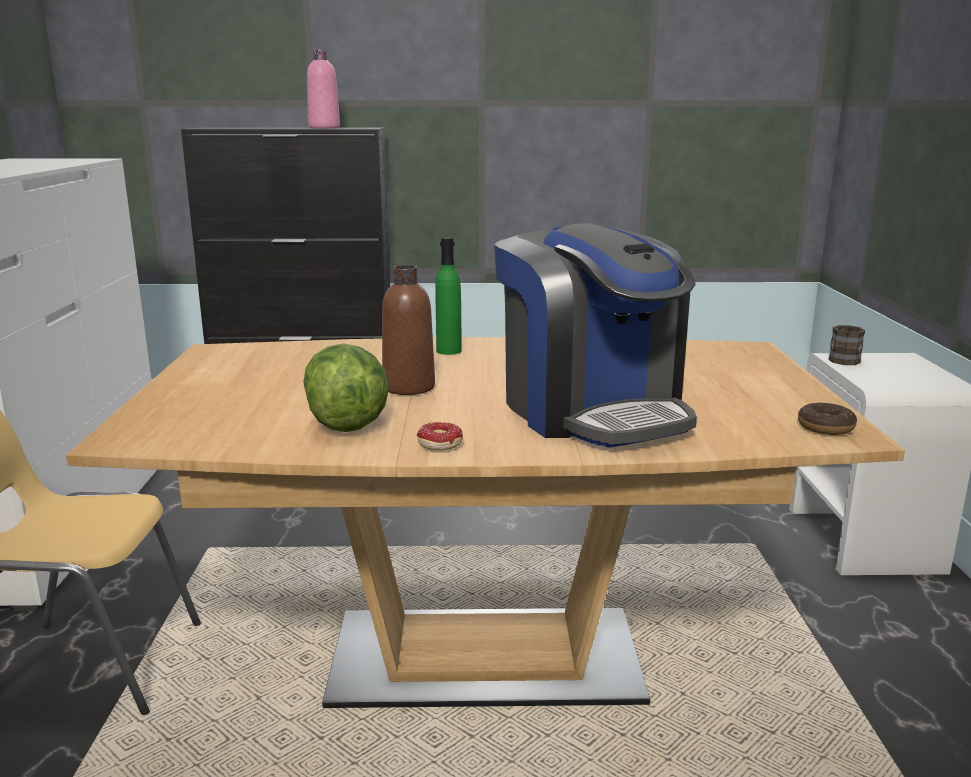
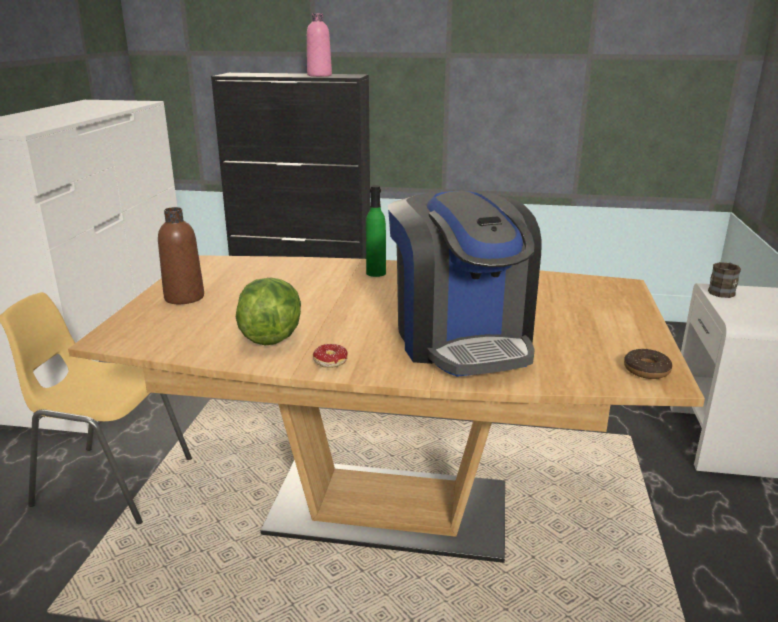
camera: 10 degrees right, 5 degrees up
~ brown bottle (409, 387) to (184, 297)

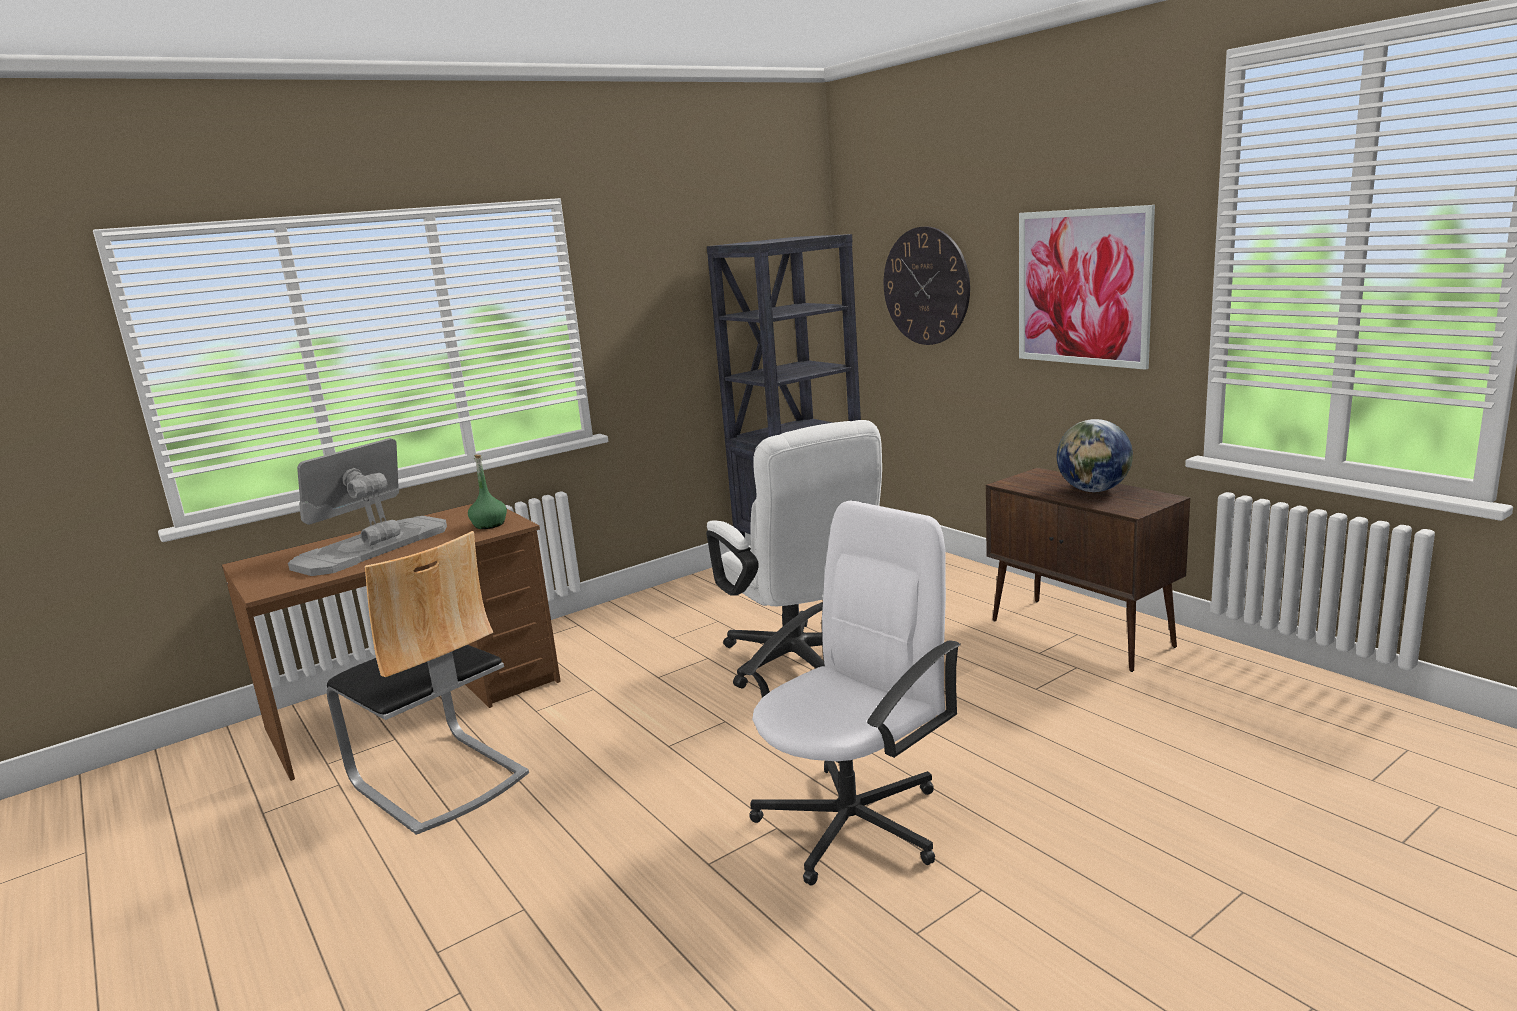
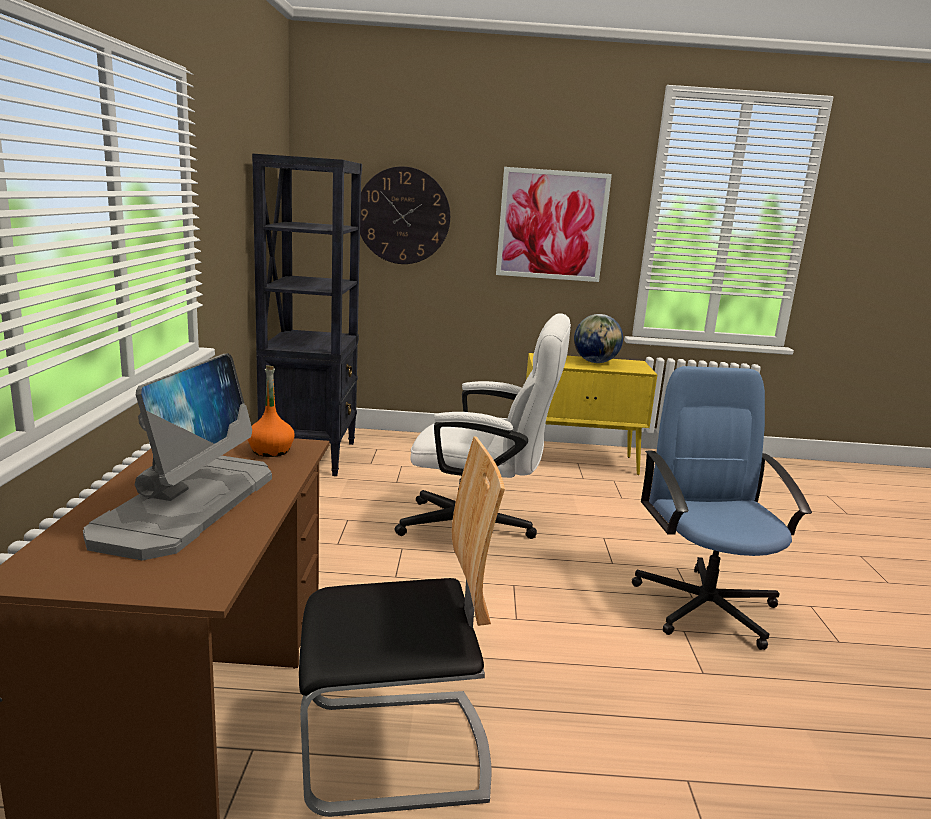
camera: 55 degrees left, 0 degrees up
~ monitor (371, 547) = (188, 504) 150 degrees counterclockwise
~ green bottle (489, 524) to orange bottle (271, 451)
~ brown cabinet (1082, 634) to yellow cabinet (579, 462)
~ white office chair (853, 822) to blue office chair (705, 605)

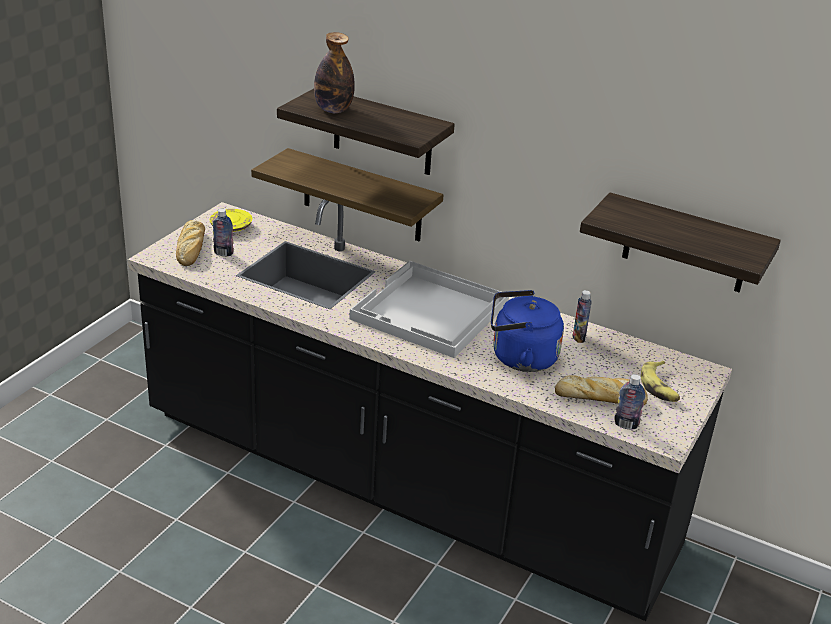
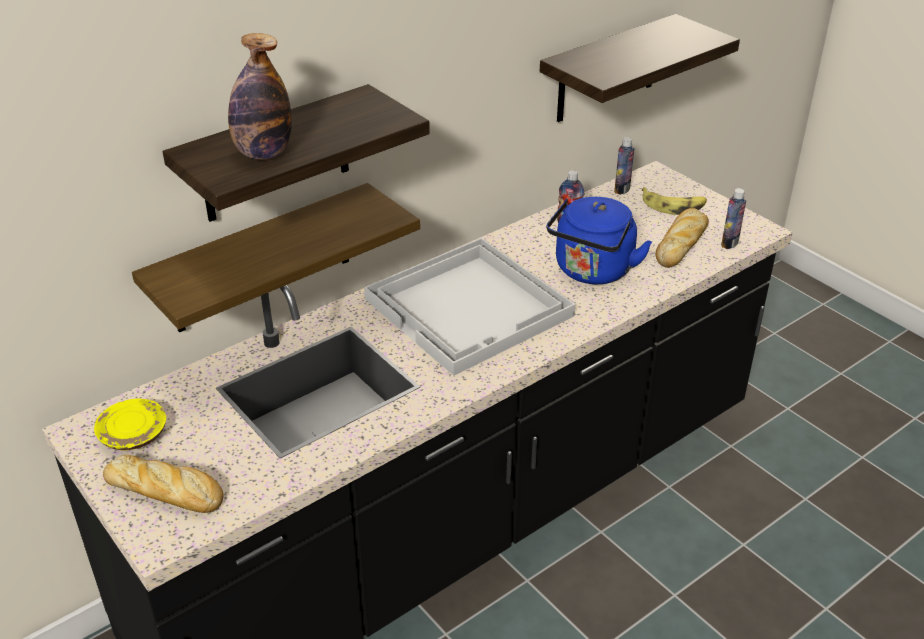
camera: 65 degrees left, 5 degrees up
~ bottle (223, 253) to (622, 189)

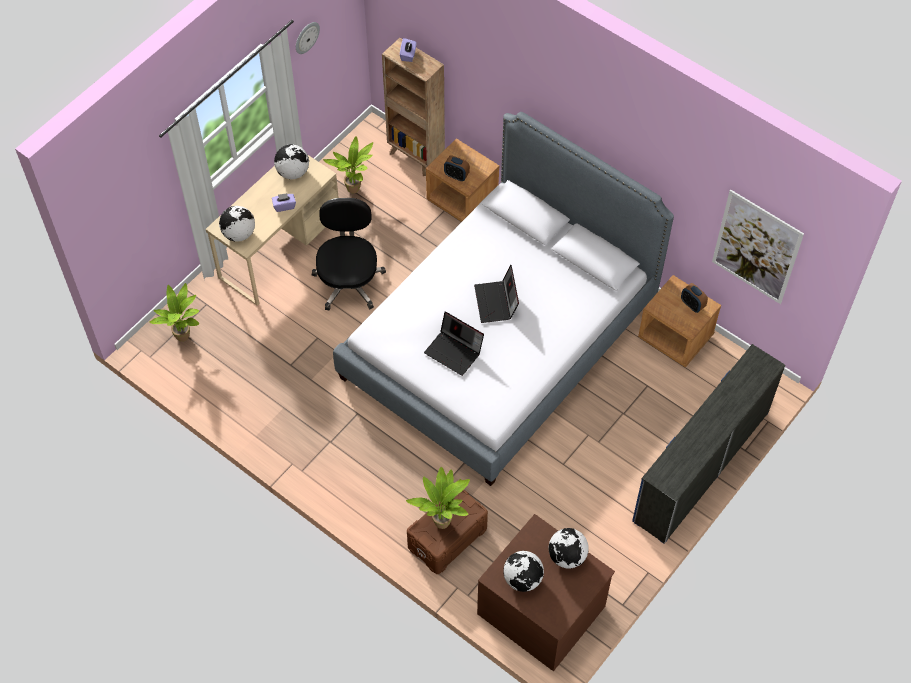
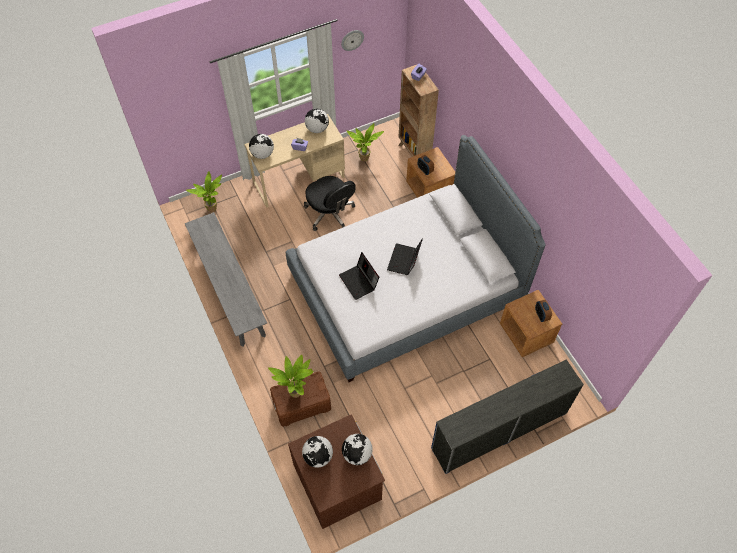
camera: 25 degrees right, 0 degrees up
- picture (756, 247)
~ black office chair (349, 281) = (330, 214) 120 degrees clockwise
+ grey bench (229, 289)

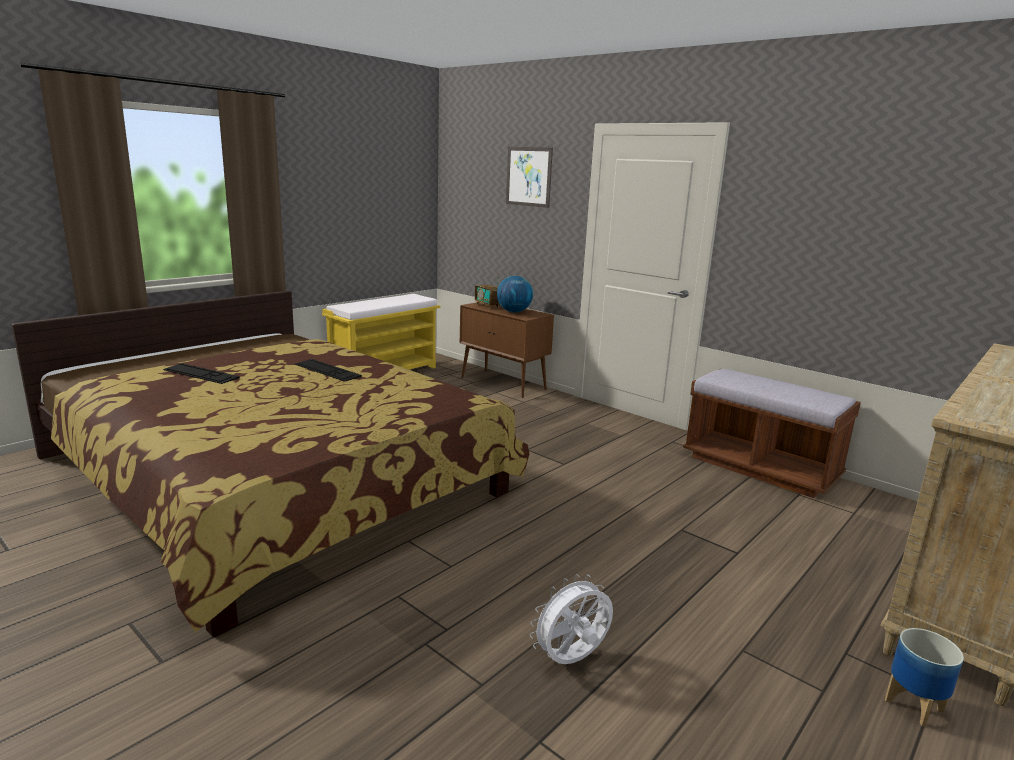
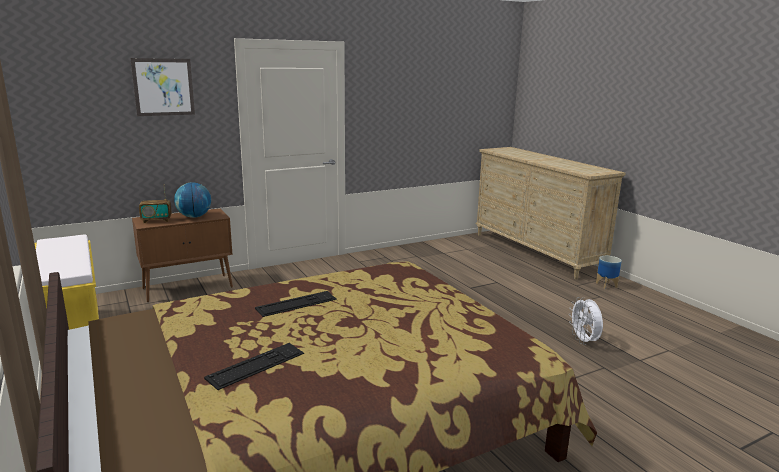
camera: 70 degrees left, 0 degrees up
- brown bench (760, 468)

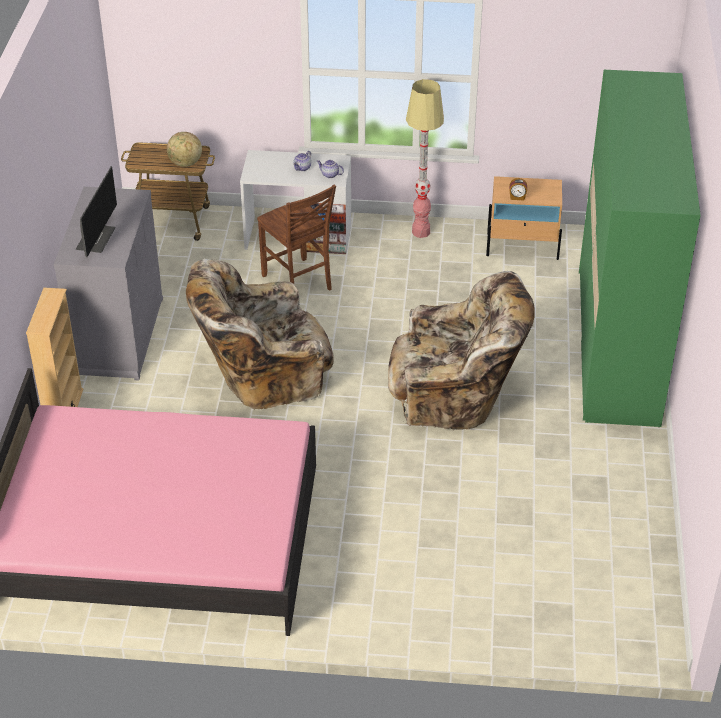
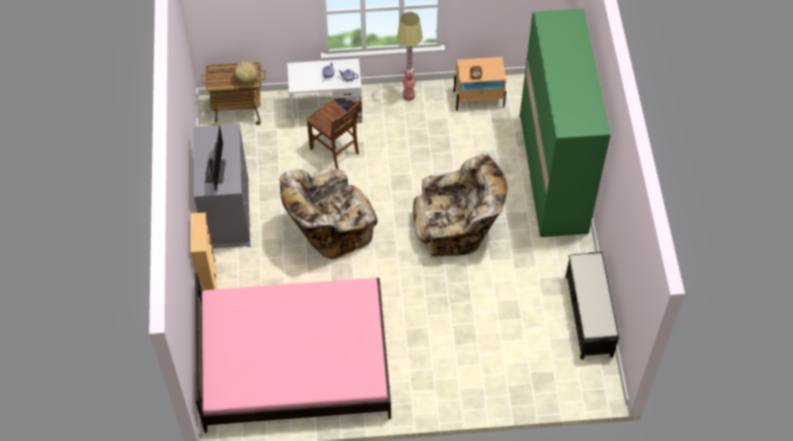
camera: 10 degrees left, 15 degrees up
+ black bench (589, 316)

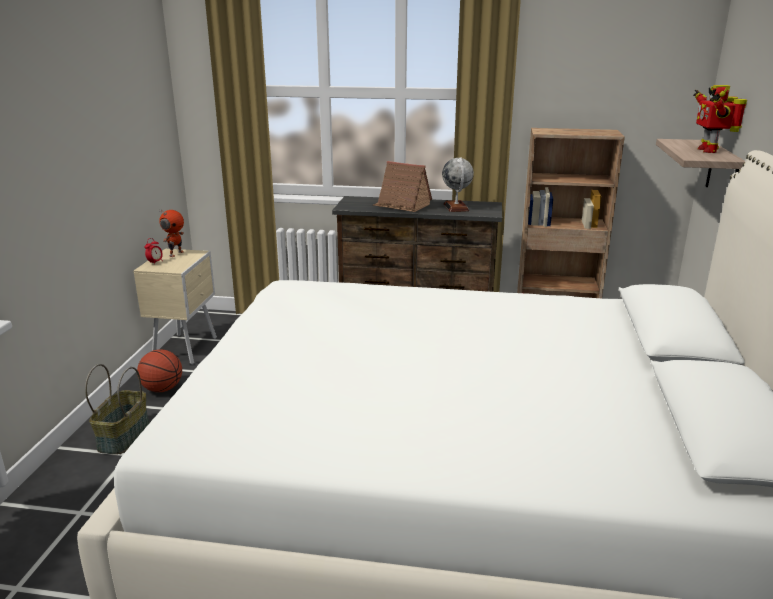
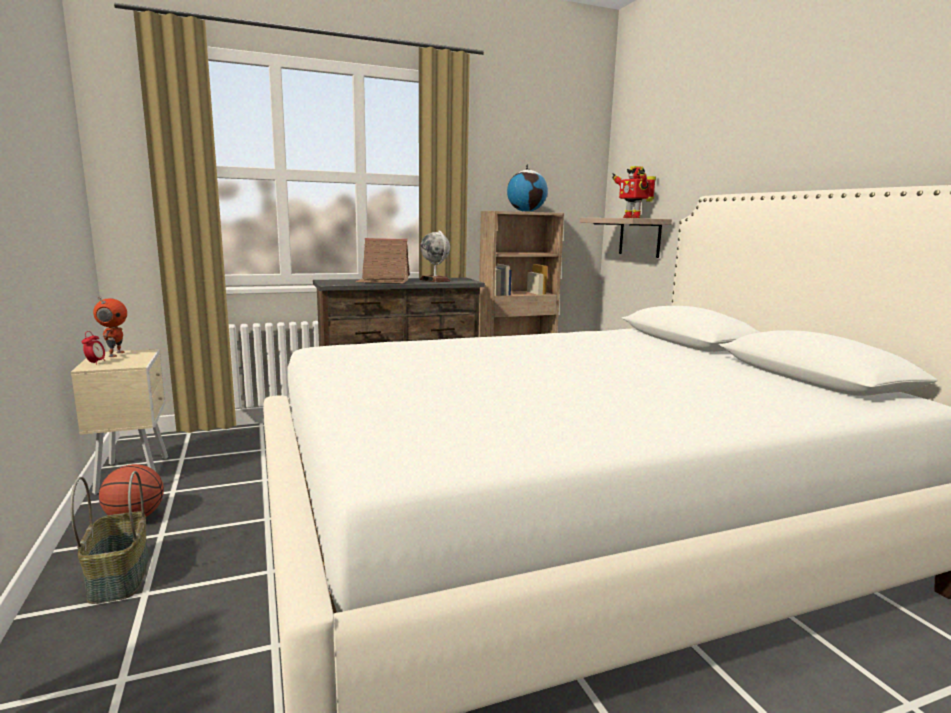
camera: 30 degrees left, 10 degrees down
+ globe (526, 211)

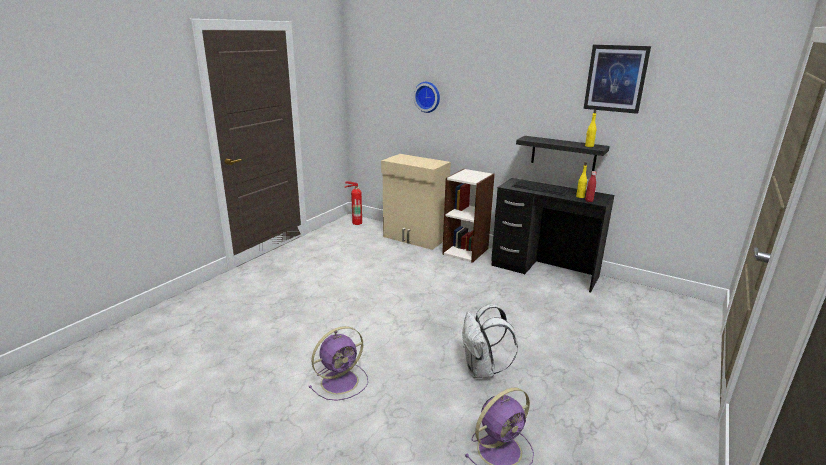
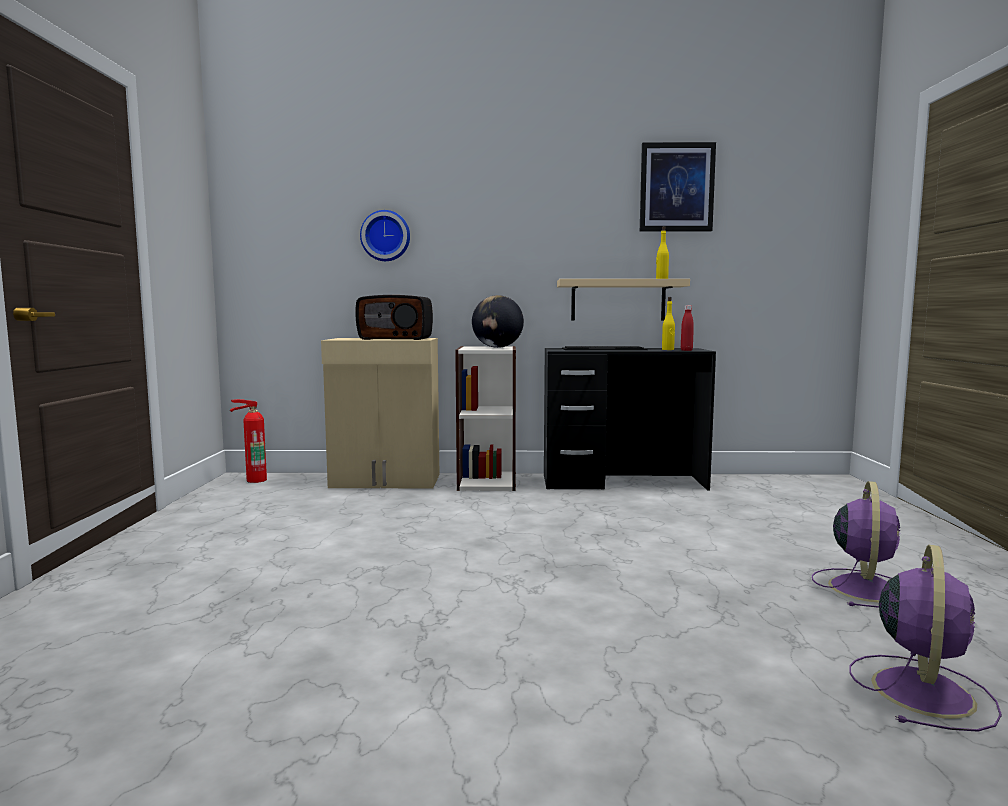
camera: 30 degrees left, 15 degrees down
~ black shelf (563, 153) to beige shelf (618, 300)
- white backpack (482, 370)
~ purple fan (341, 381) to (863, 588)
+ radio (396, 338)
+ globe (497, 347)

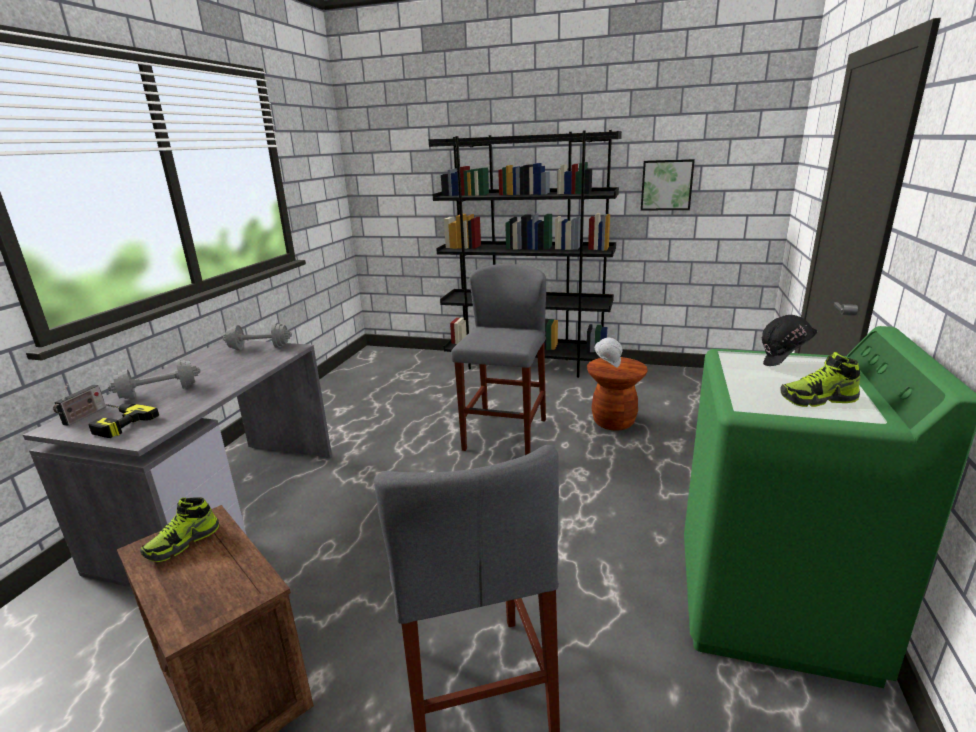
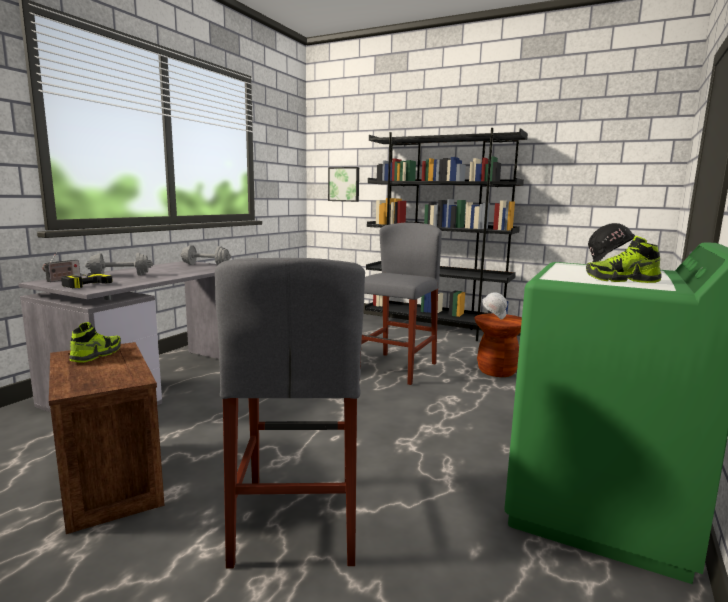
camera: 10 degrees right, 10 degrees down
~ picture (666, 185) to (344, 184)
~ shoe (183, 543) = (97, 355) 150 degrees clockwise

